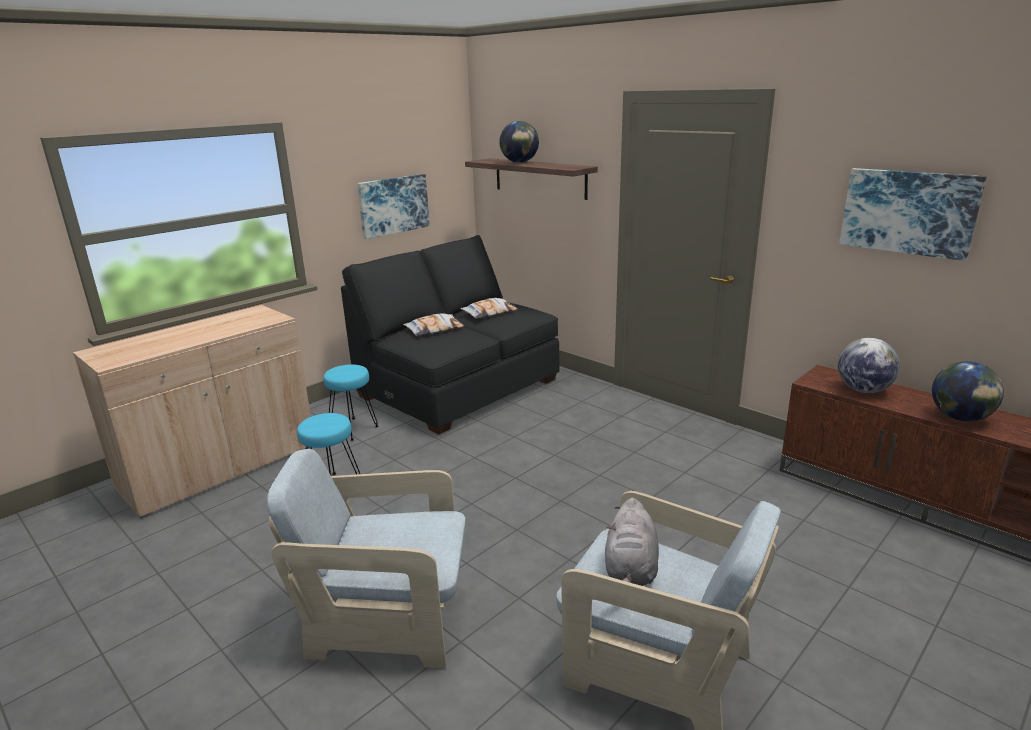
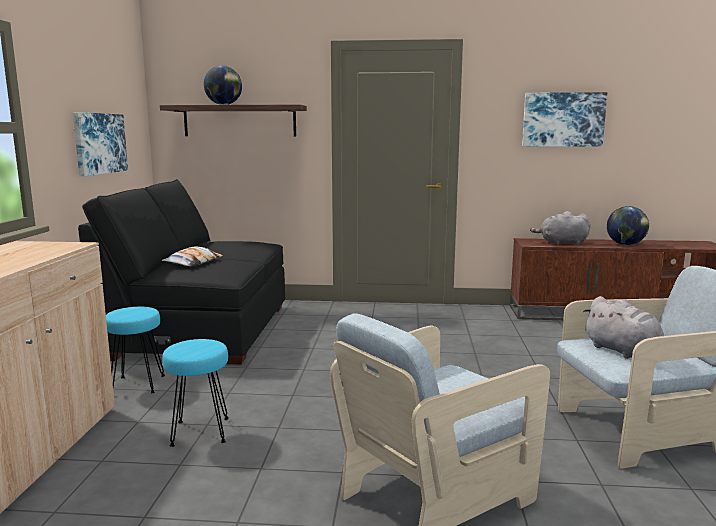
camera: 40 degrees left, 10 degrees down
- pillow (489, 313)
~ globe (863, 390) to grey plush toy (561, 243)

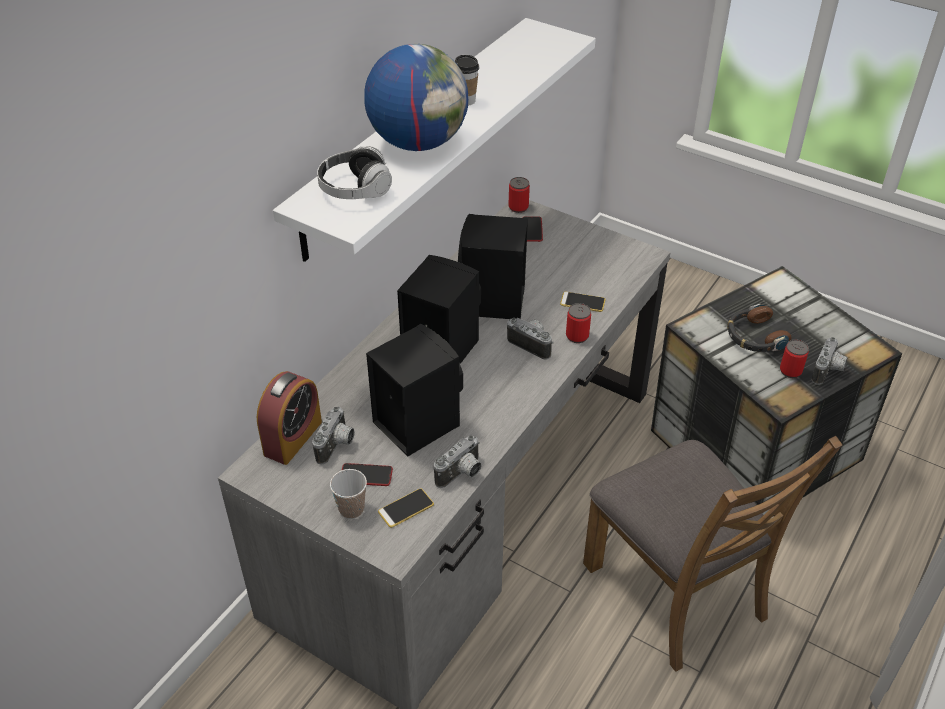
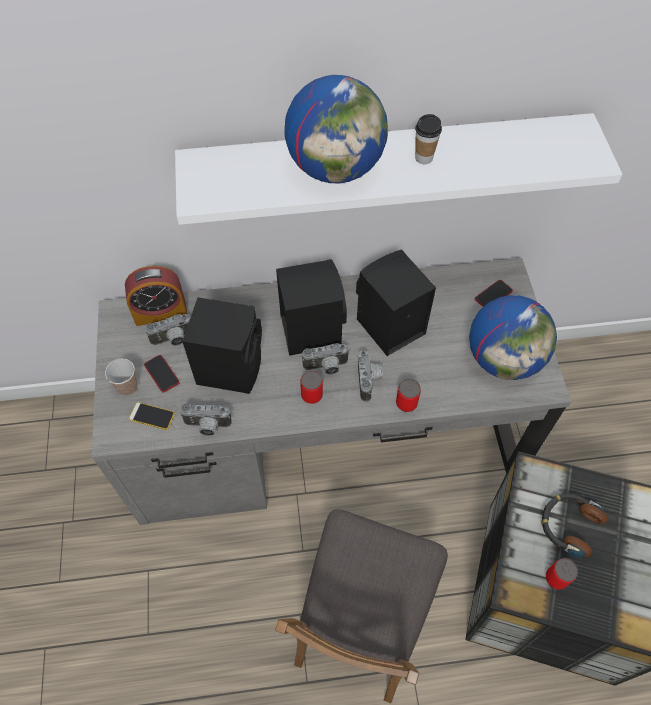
camera: 50 degrees right, 15 degrees up
- headphones (355, 189)
~ can (518, 207) to (311, 395)
- phone (582, 302)
~ photo camera (828, 371) to (326, 367)
+ globe (503, 359)

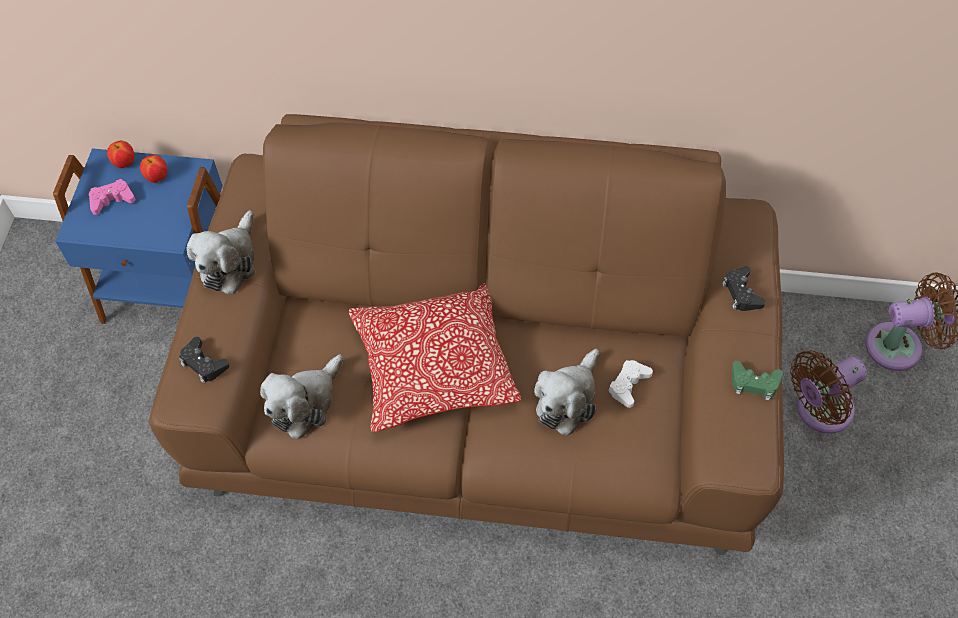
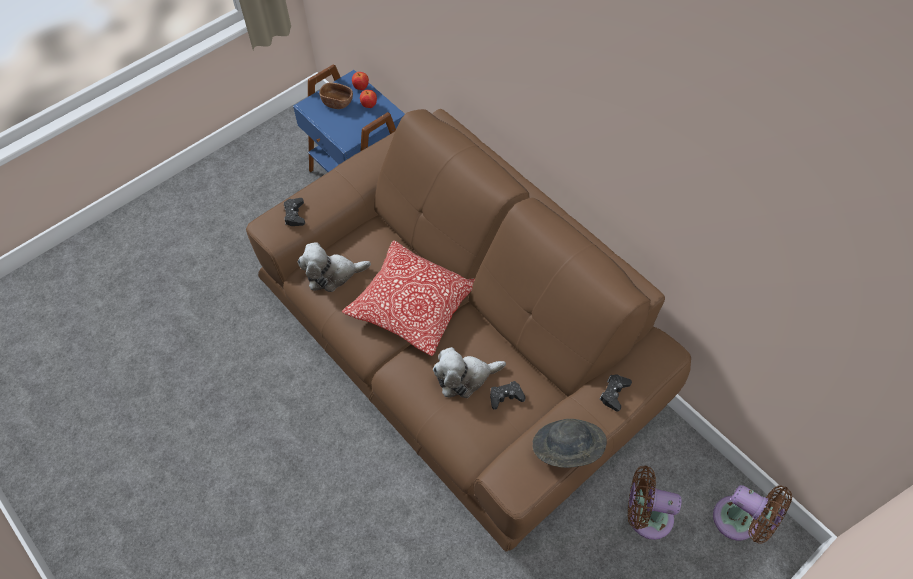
camera: 40 degrees right, 0 degrees up
~ pink game controller (112, 200) to brown bowl (337, 102)
- plush toy (230, 262)
~ white game controller (628, 385) to black game controller (505, 396)
~ green game controller (754, 383) to grey hat (566, 449)

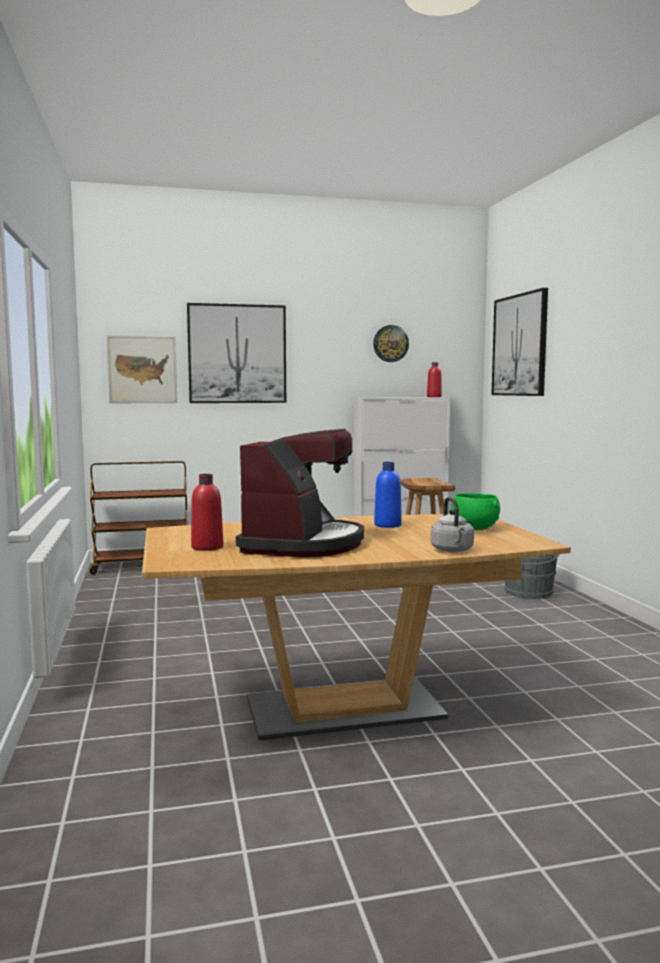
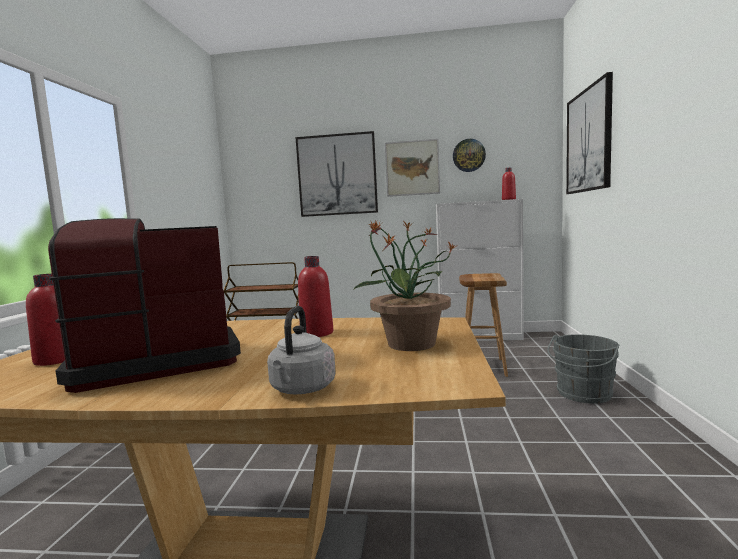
camera: 20 degrees right, 0 degrees up
~ picture (142, 369) to (412, 168)
~ coffee machine (303, 544) = (156, 361) 150 degrees counterclockwise
~ blue bottle (387, 525) to red bottle (317, 333)
~ green bowl (474, 529) to potted plant (409, 344)

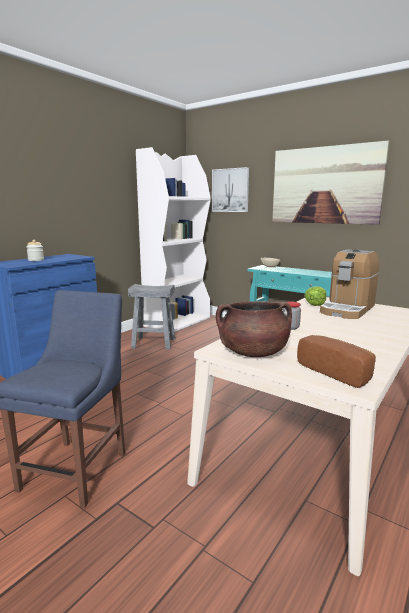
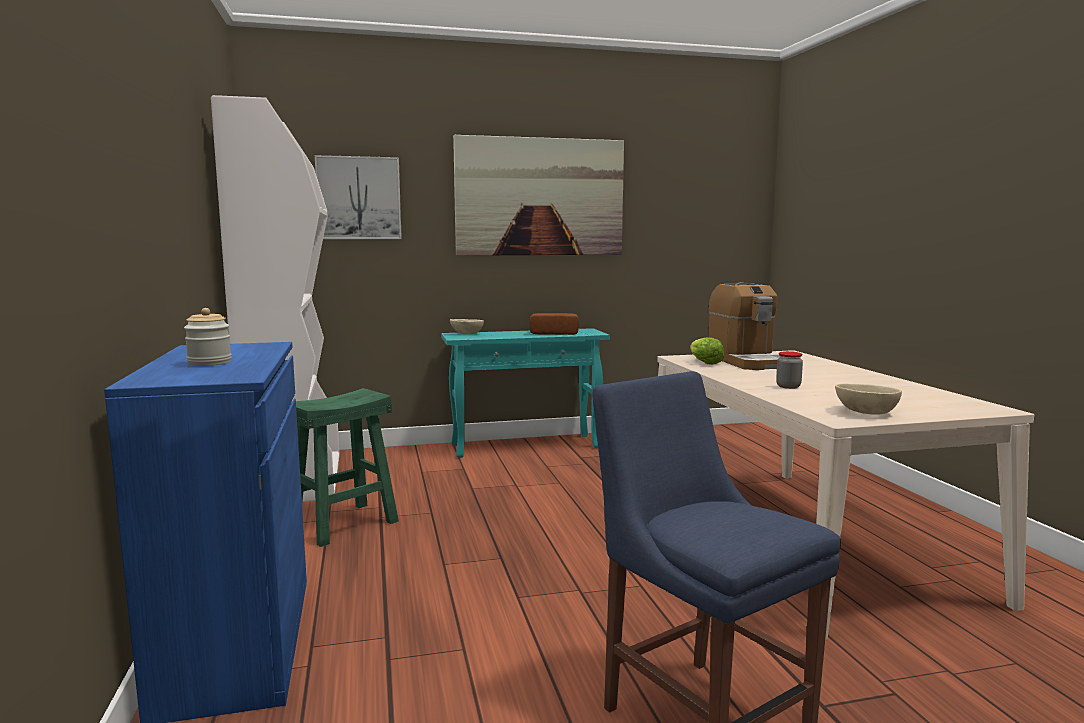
camera: 50 degrees left, 5 degrees down
~ grey stool (154, 343) to green stool (343, 523)
~ brown cooking pot (253, 353) to beige bowl (866, 412)
~ bread (336, 372) to (554, 333)

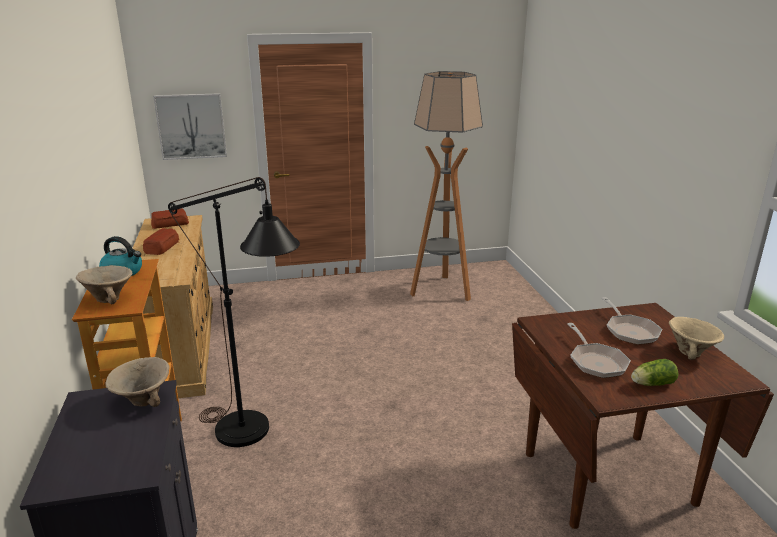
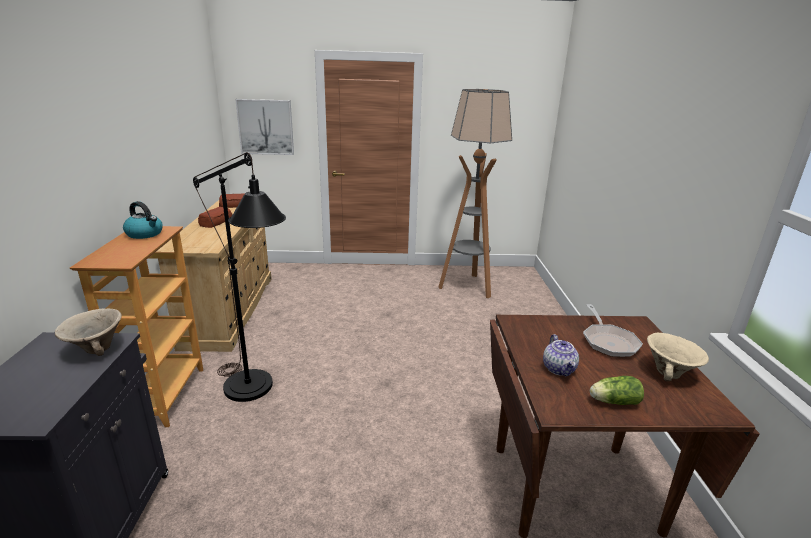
camera: 10 degrees right, 0 degrees up
- beige bowl (110, 299)
~ frying pan (596, 362) to teapot (559, 369)

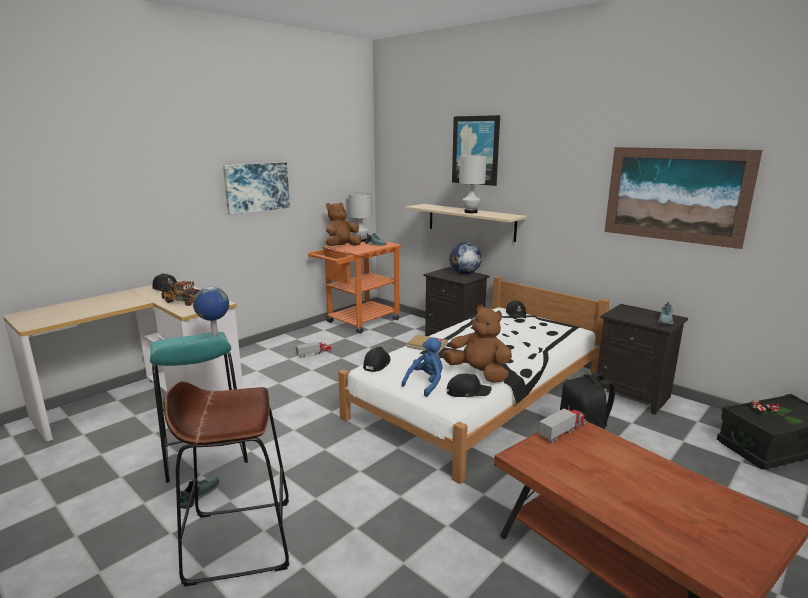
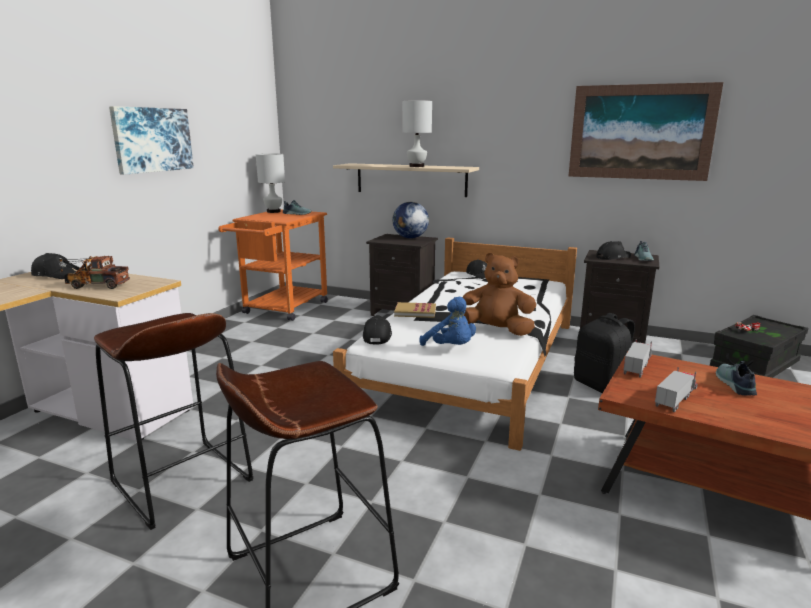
camera: 20 degrees left, 0 degrees up
- picture (476, 150)
- brown plush toy (342, 247)
- globe (215, 334)
~ turquoise stool (204, 452) to brown stool (182, 481)
~ blue plush toy (426, 384) = (451, 348) 120 degrees clockwise
~ toy truck (314, 353) to (676, 397)
~ black cap (467, 392) to (612, 257)
~ shoe (198, 495) to (733, 384)

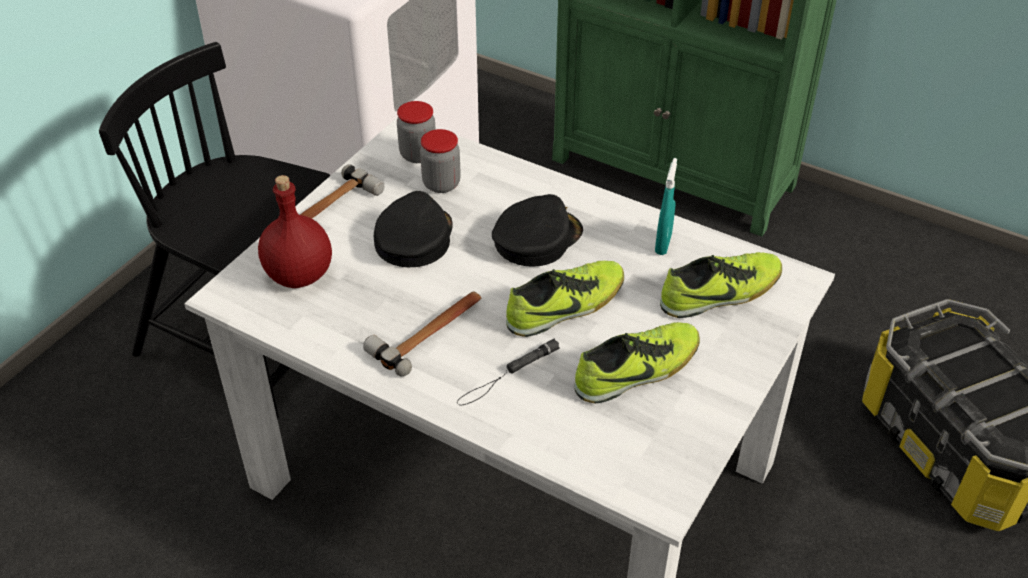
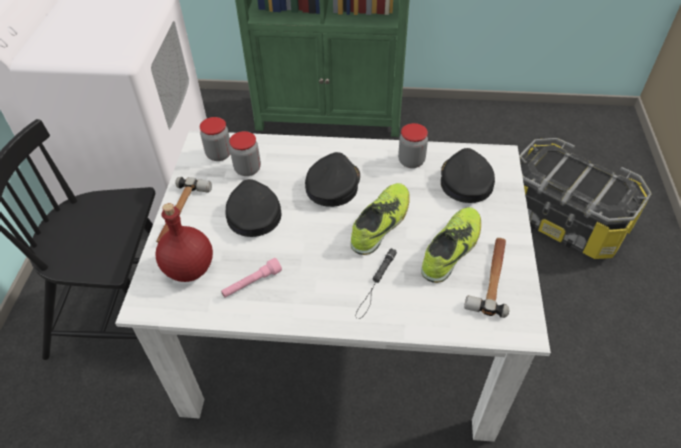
camera: 25 degrees left, 5 degrees up
~ turquoise spray bottle (663, 244) to jar (411, 161)
~ shoe (720, 294) to black cap (465, 181)
~ hammer (430, 332) to (491, 277)
+ pink flashlight (252, 283)

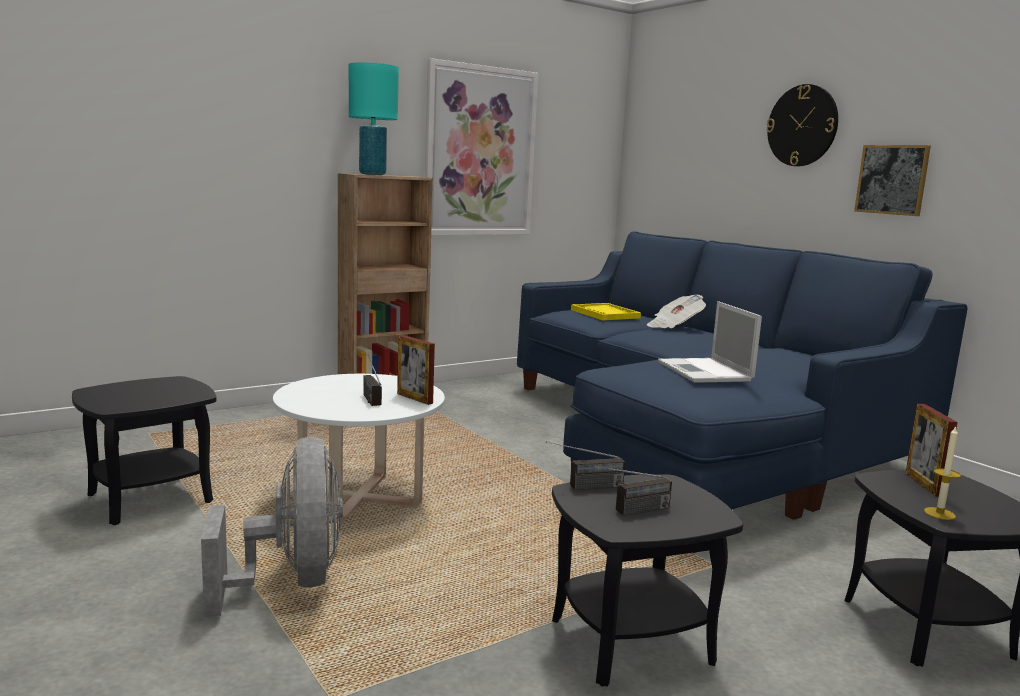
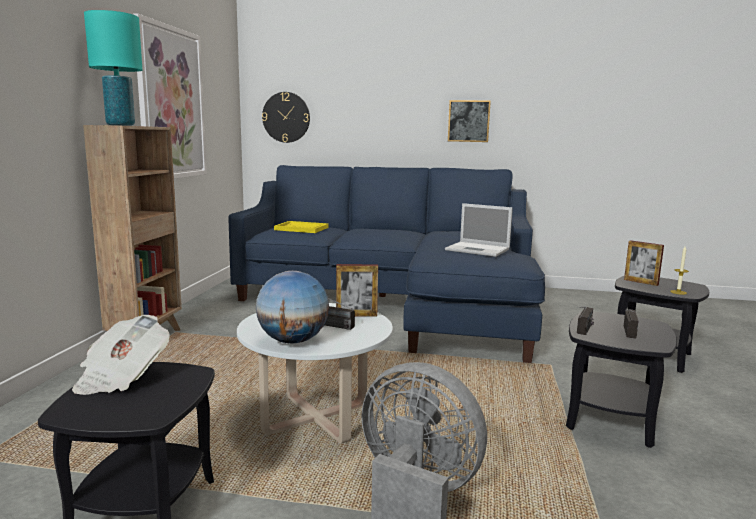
camera: 45 degrees left, 0 degrees up
~ wall clock (802, 125) to (286, 117)
~ newspaper (674, 326) to (121, 377)
+ globe (293, 341)

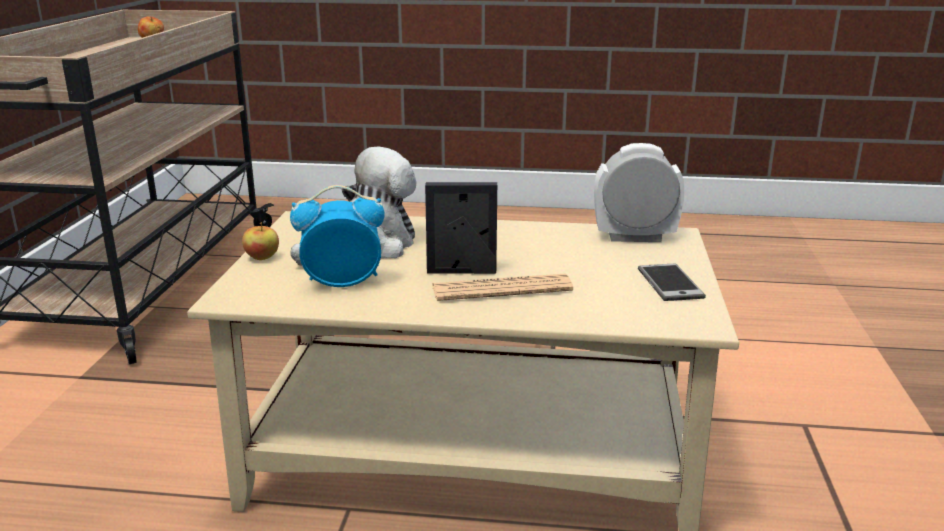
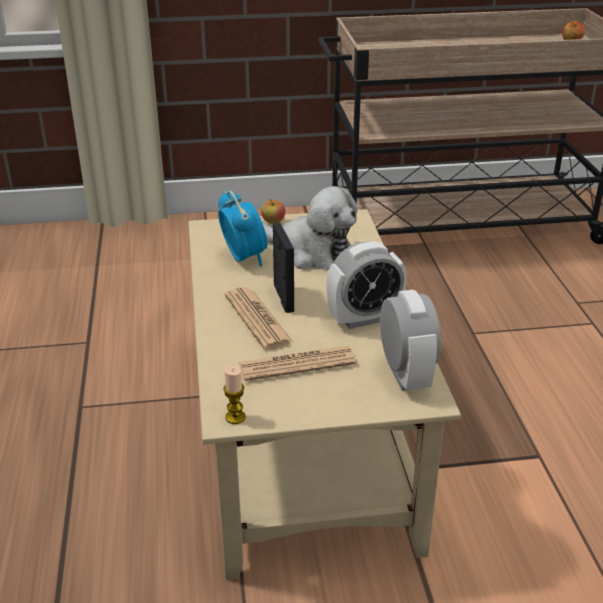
camera: 75 degrees right, 10 degrees up
- phone (670, 283)
+ alarm clock (364, 318)
+ newspaper (297, 364)
+ candle (235, 417)

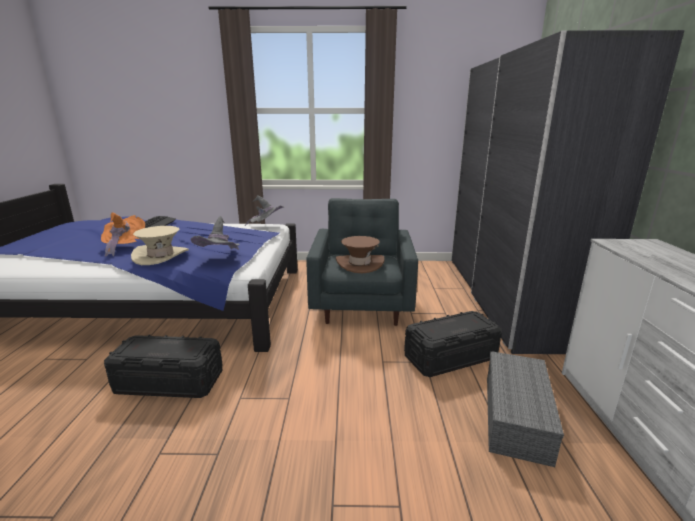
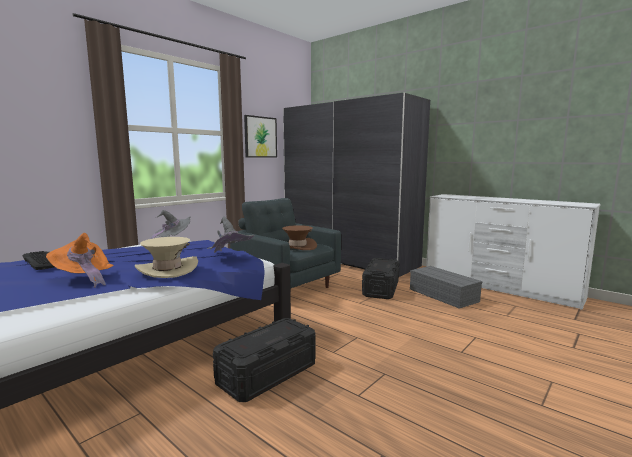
camera: 50 degrees left, 10 degrees down
+ picture (260, 137)

